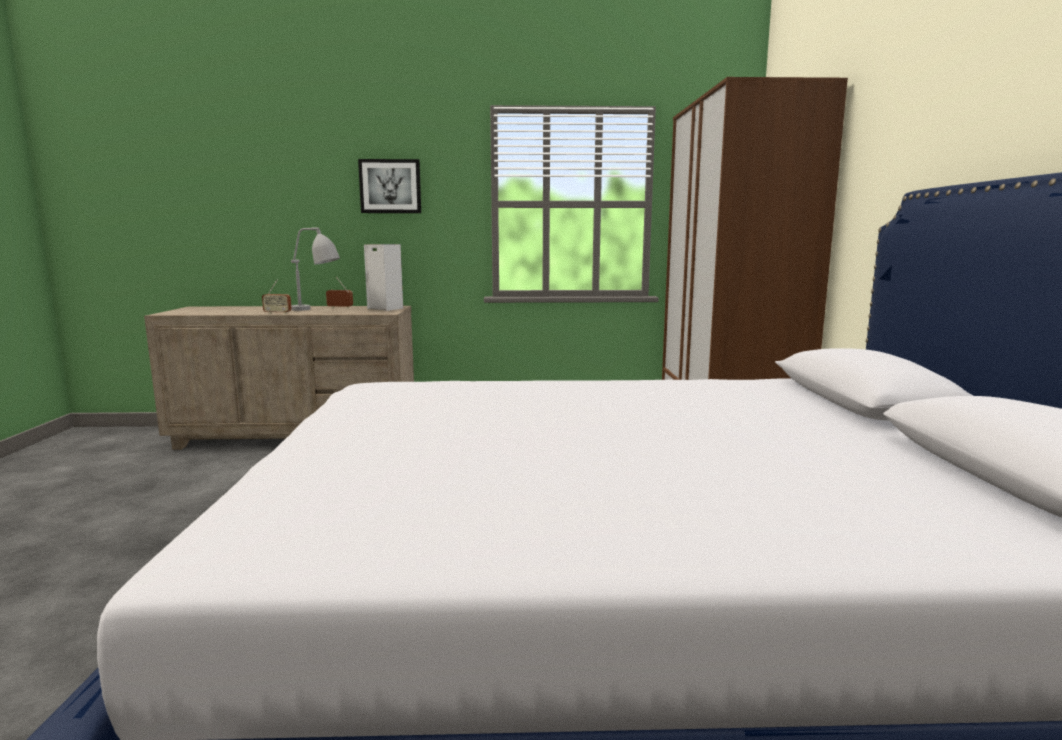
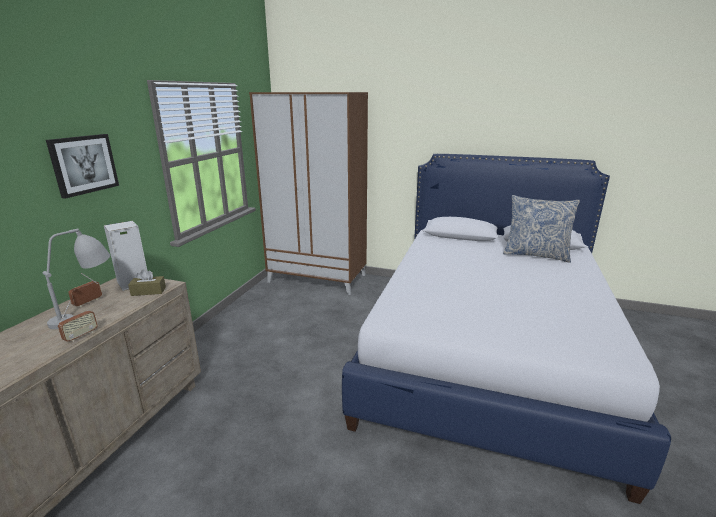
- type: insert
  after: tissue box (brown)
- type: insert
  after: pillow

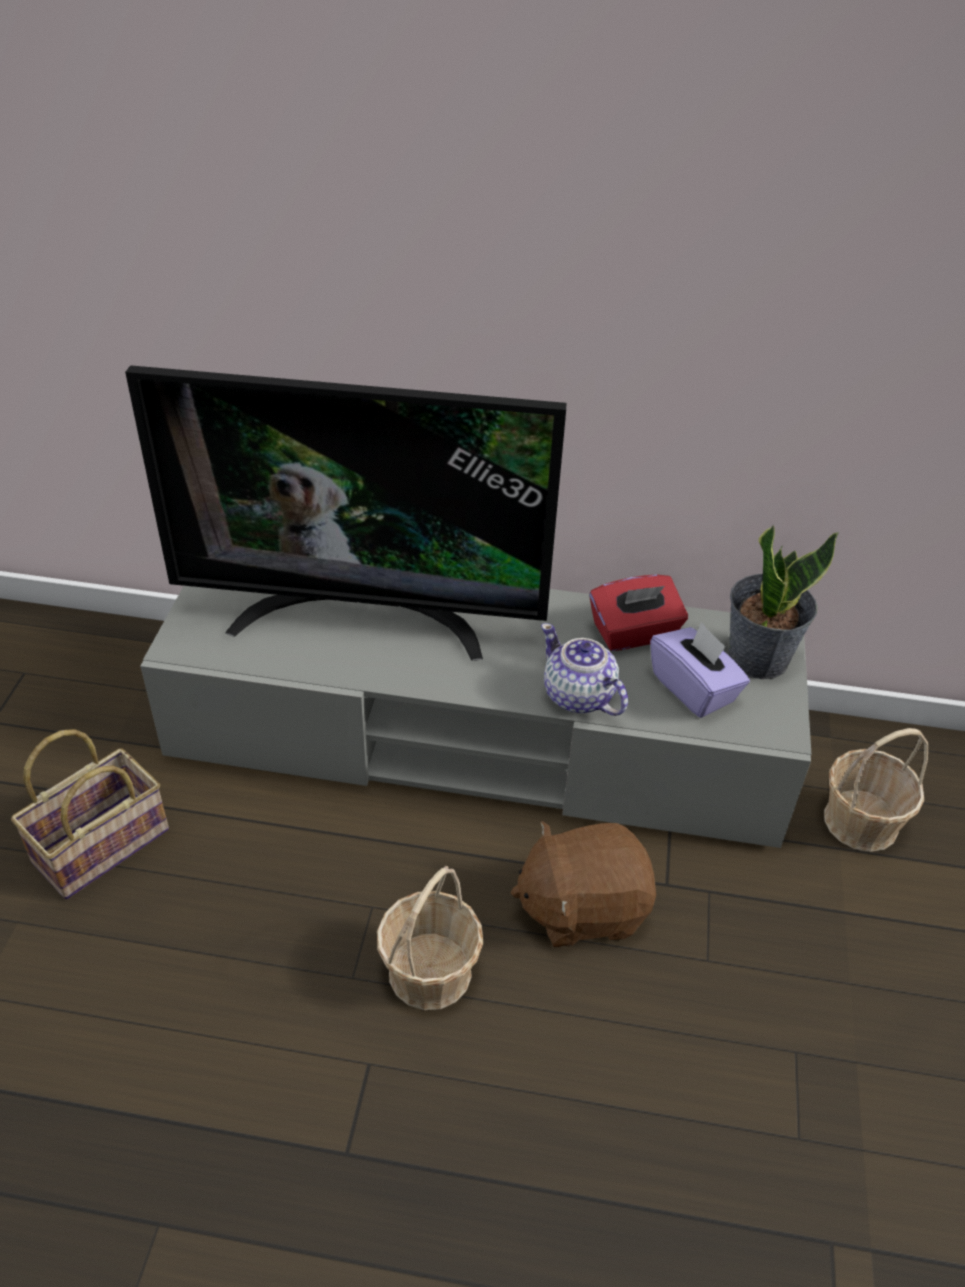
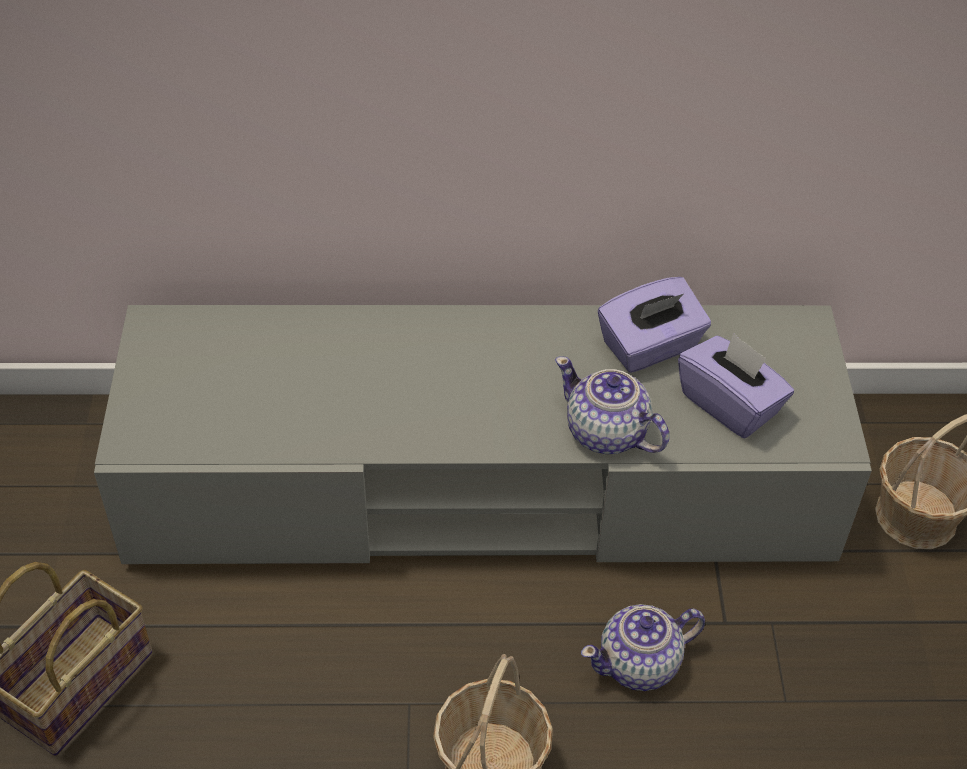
- type: delete
  before: television
- type: replace
  before: plush toy (brown)
  after: teapot (2nd from left)
- type: recolor
  before: tissue box (red)
  after: tissue box (purple) (1st from left)
- type: delete
  before: potted plant

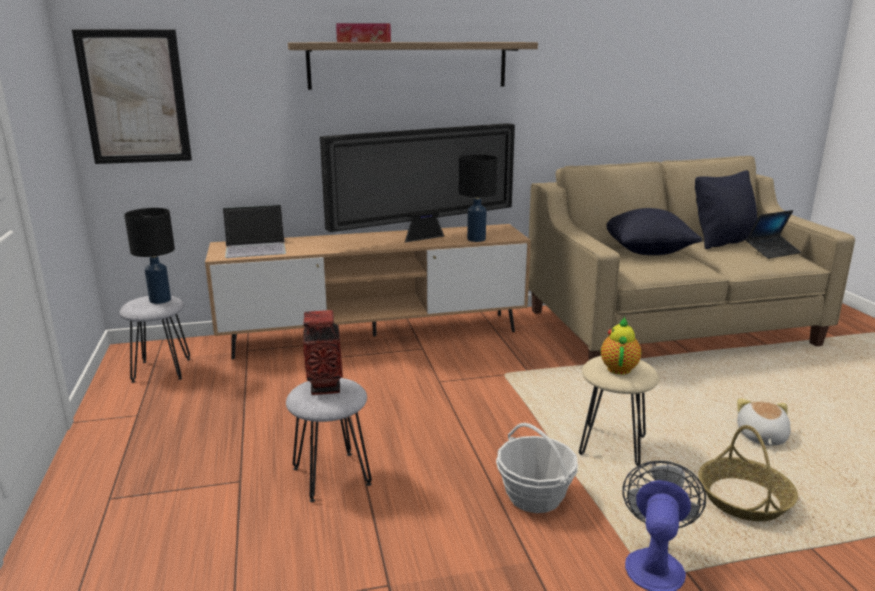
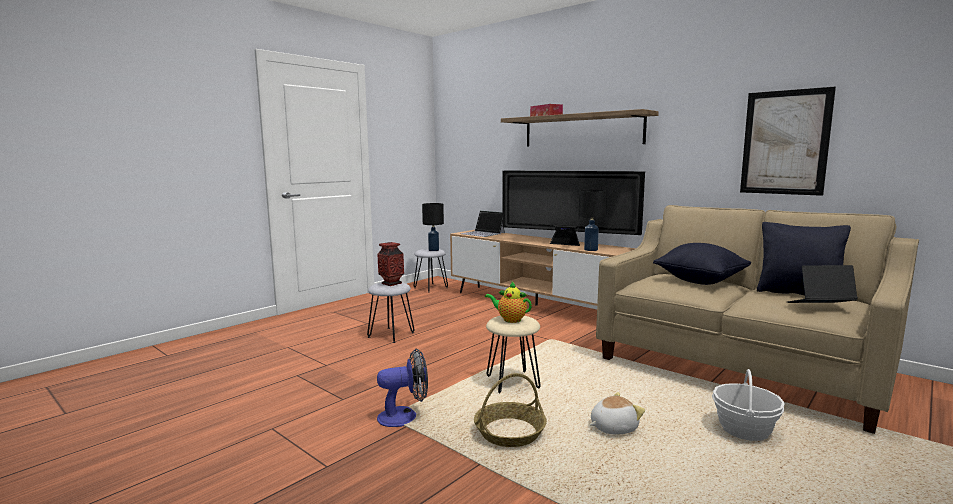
- type: move
  before: picture
- type: move
  before: basket (1st from left in the first image)
  after: basket (2nd from left)
- type: rotate
  before: teapot
  turn: -135
- type: rotate
  before: laptop (2nd from left)
  turn: 150

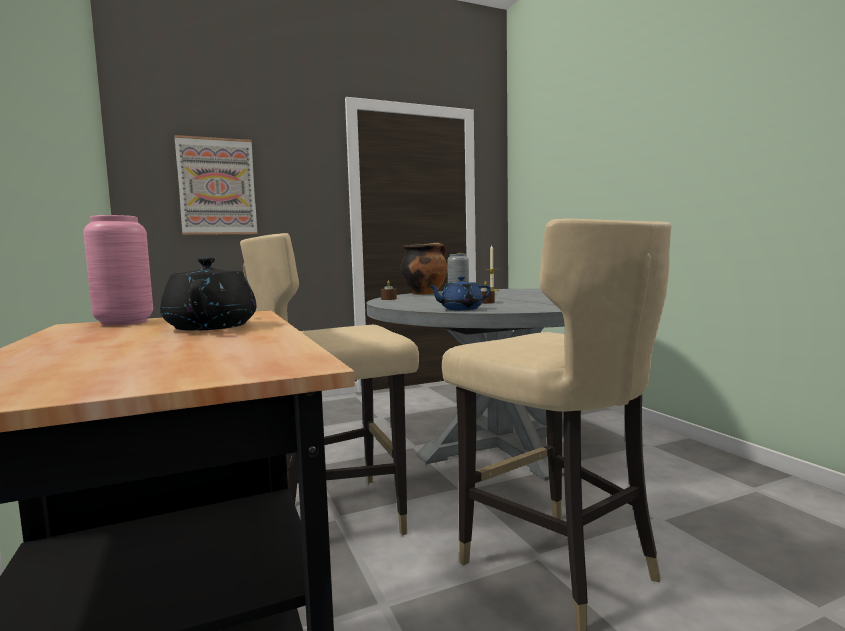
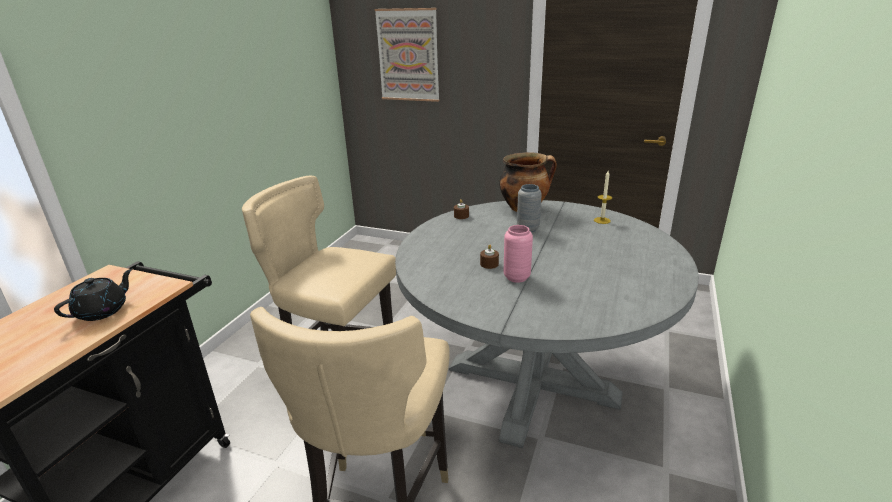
- type: move
  before: vase (pink)
- type: delete
  before: teapot (blue)

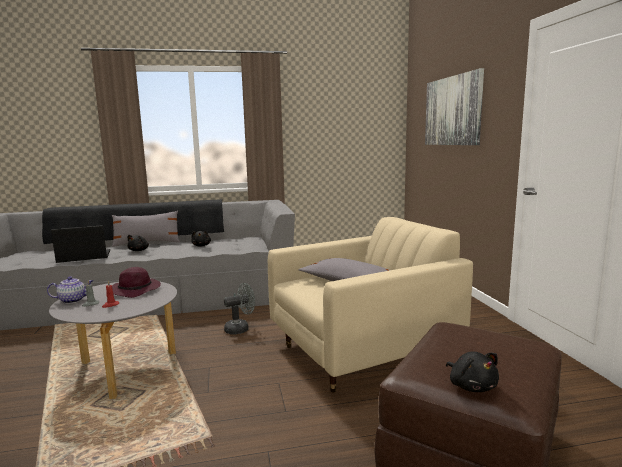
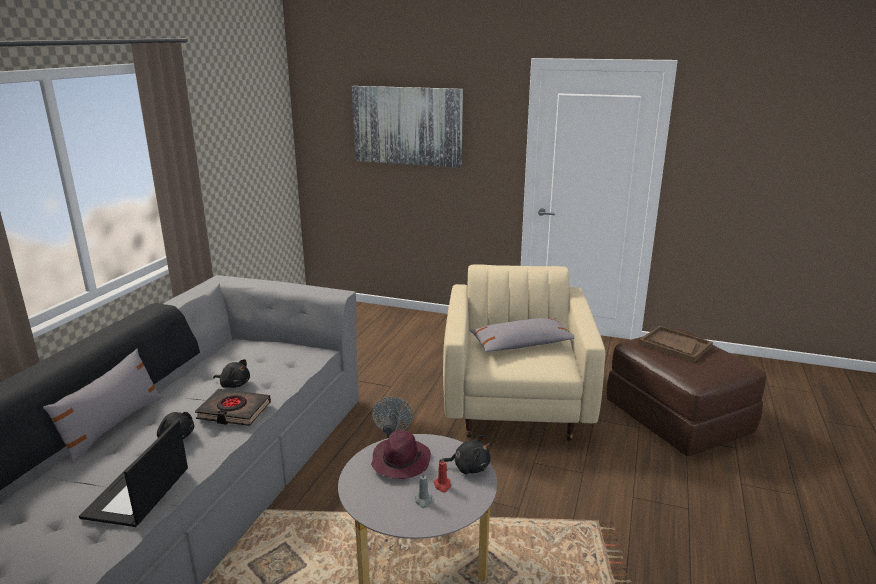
- type: delete
  before: teapot
- type: move
  before: plush toy (black) (3rd from left)
- type: insert
  after: book (black)
- type: insert
  after: tray (brown)

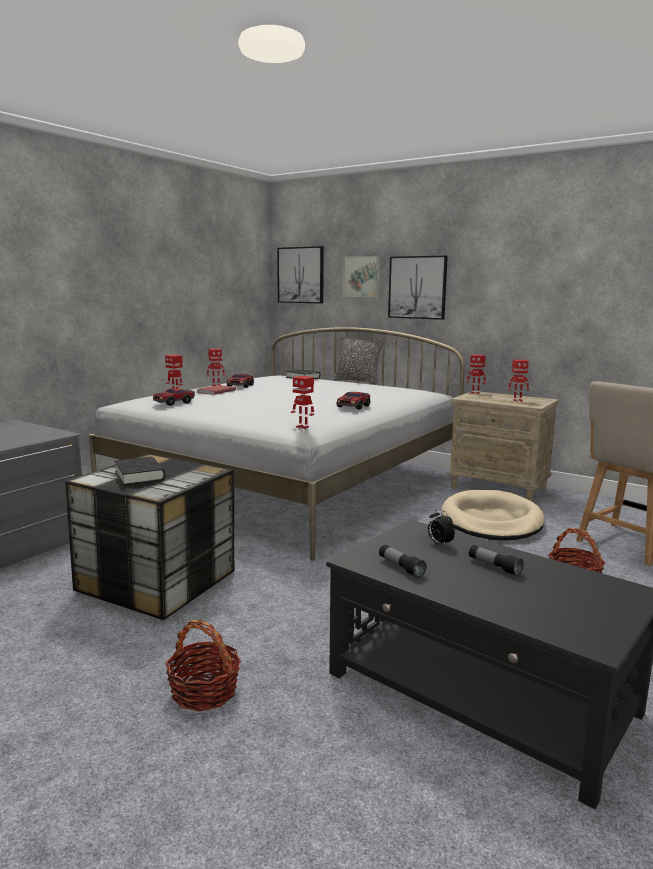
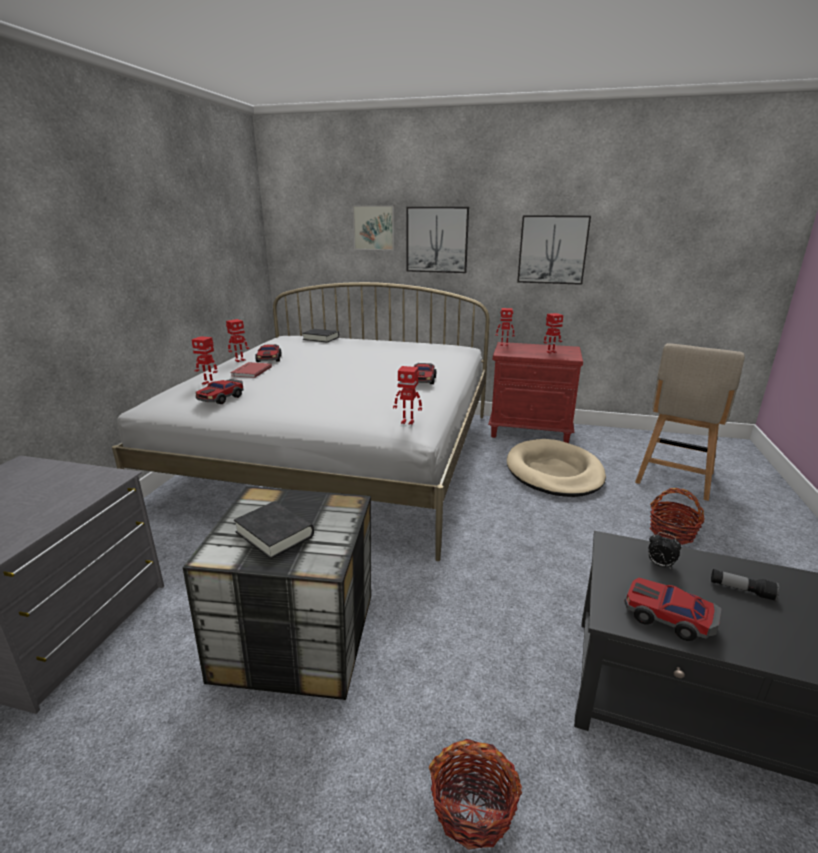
- type: move
  before: picture (1st from left in the first image)
  after: picture (3rd from left)
- type: delete
  before: pillow
- type: replace
  before: flashlight (1st from left)
  after: toy car (4th from left)
- type: recolor
  before: nightstand (beige)
  after: nightstand (red)

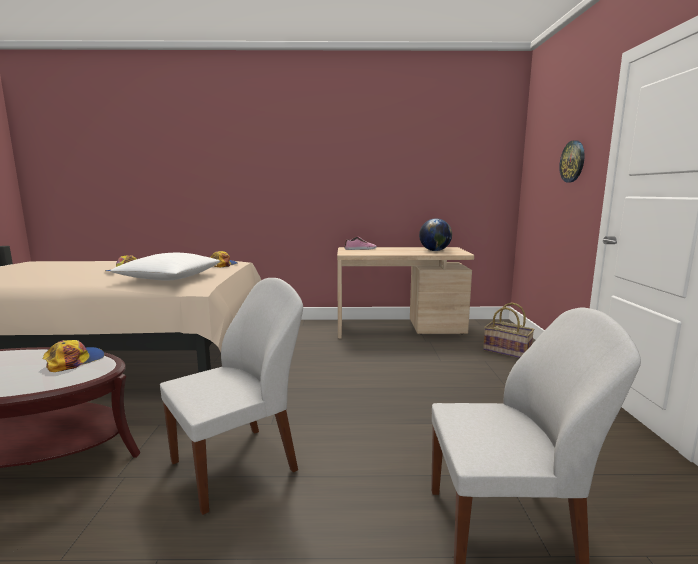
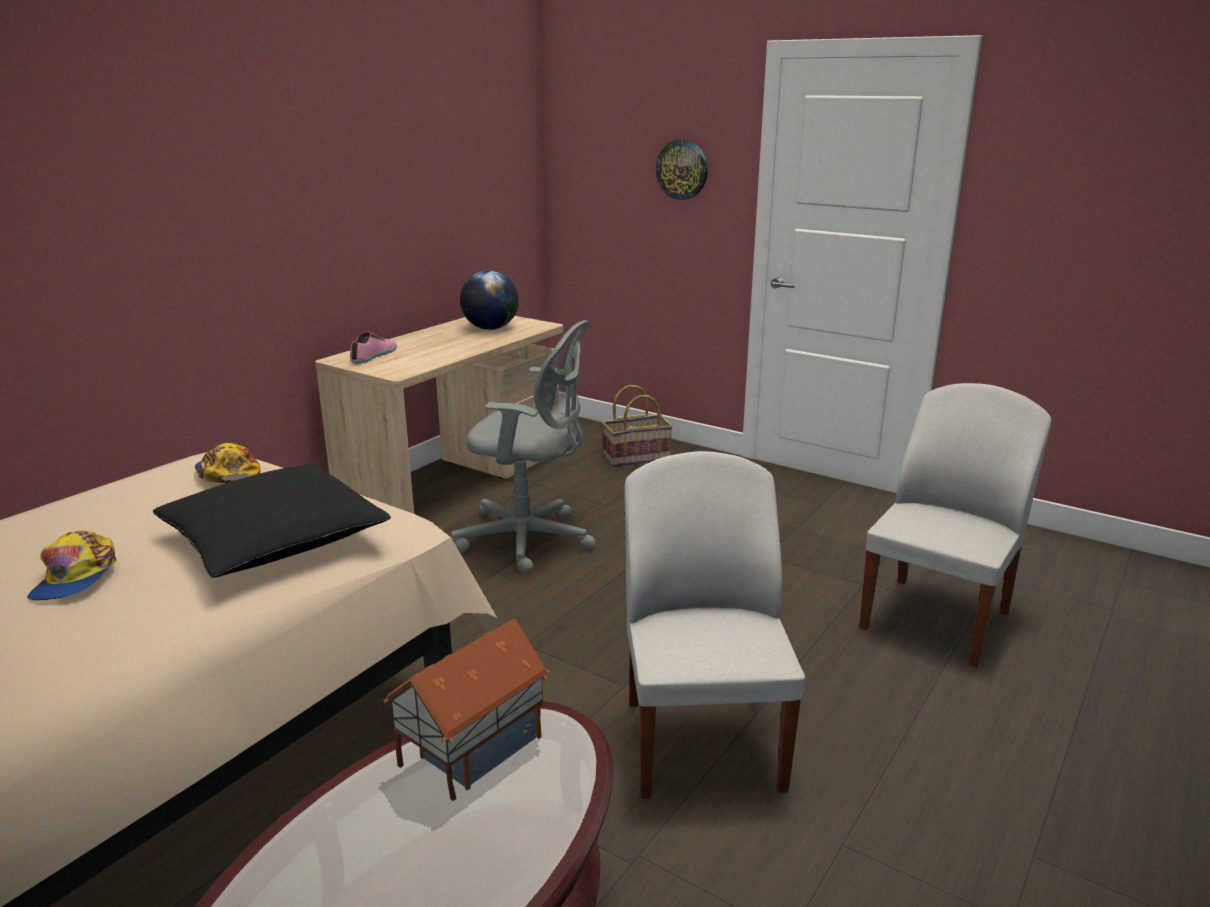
- type: replace
  before: cap (1st from left)
  after: toy house
- type: recolor
  before: pillow (white)
  after: pillow (black)
- type: insert
  after: office chair (grey)

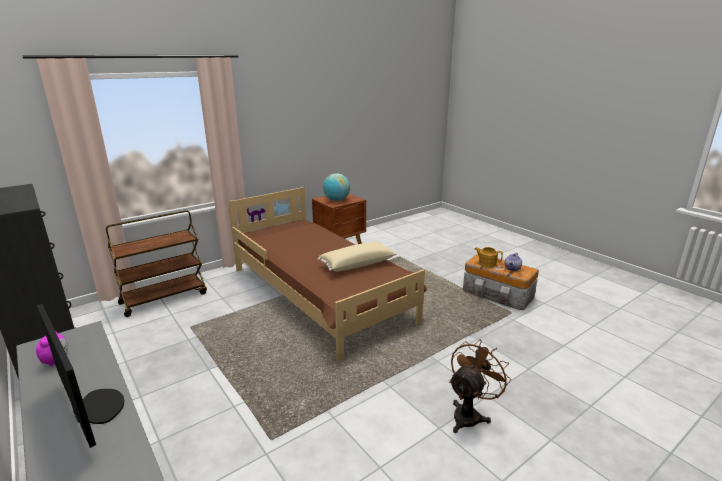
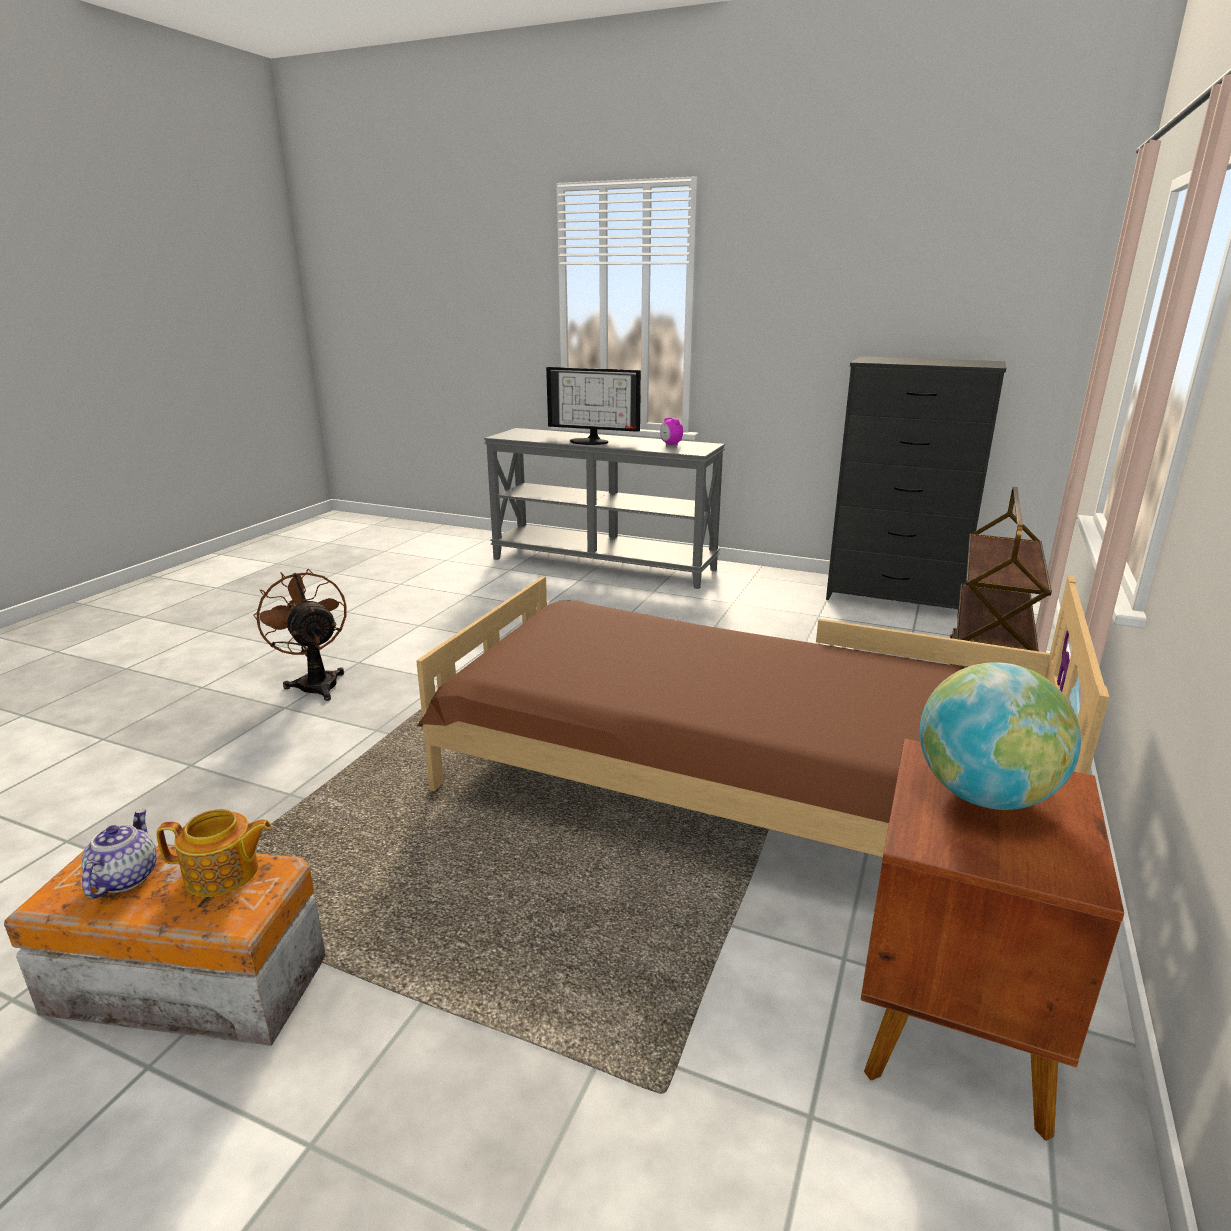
- type: delete
  before: pillow (beige)
- type: rotate
  before: fan (brown)
  turn: 135

